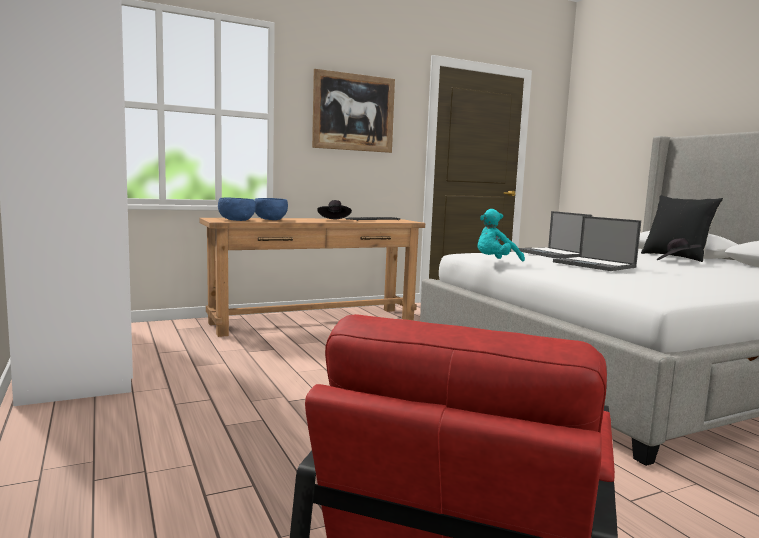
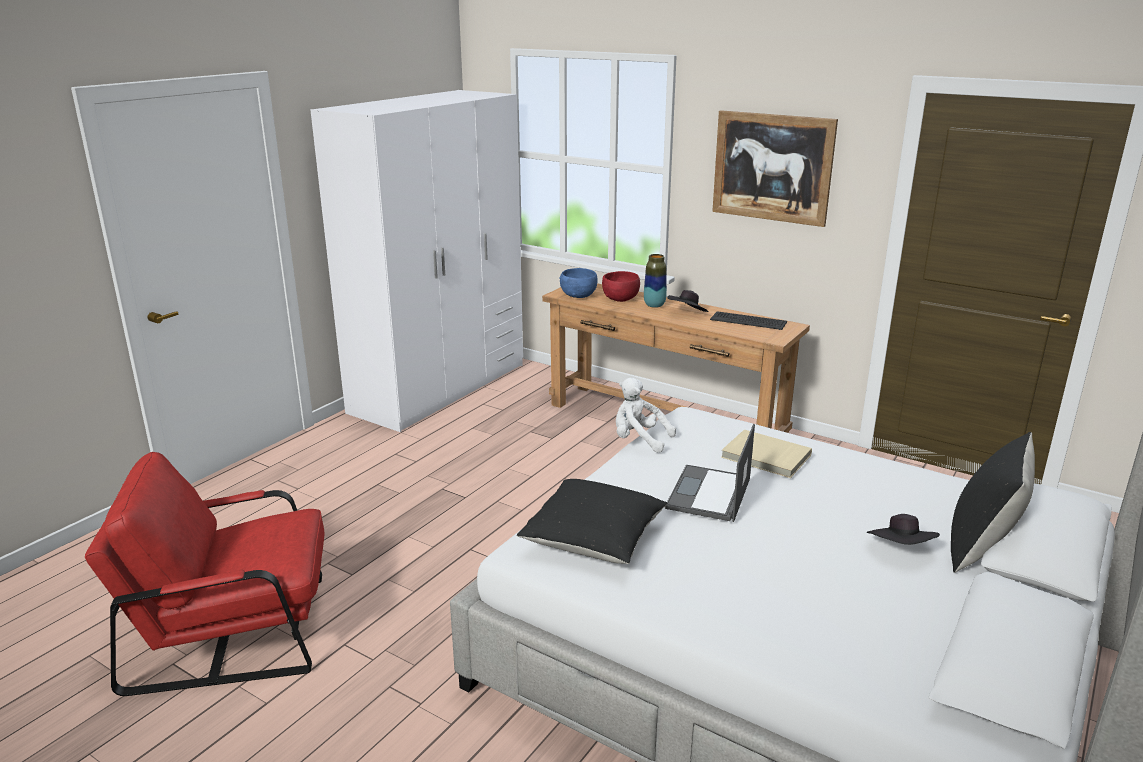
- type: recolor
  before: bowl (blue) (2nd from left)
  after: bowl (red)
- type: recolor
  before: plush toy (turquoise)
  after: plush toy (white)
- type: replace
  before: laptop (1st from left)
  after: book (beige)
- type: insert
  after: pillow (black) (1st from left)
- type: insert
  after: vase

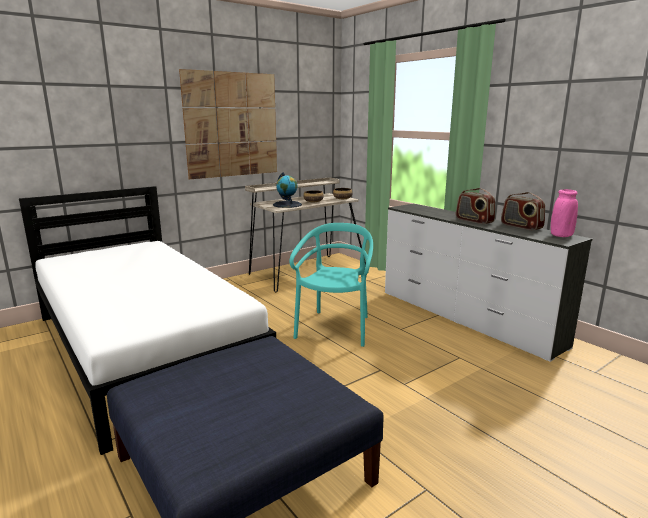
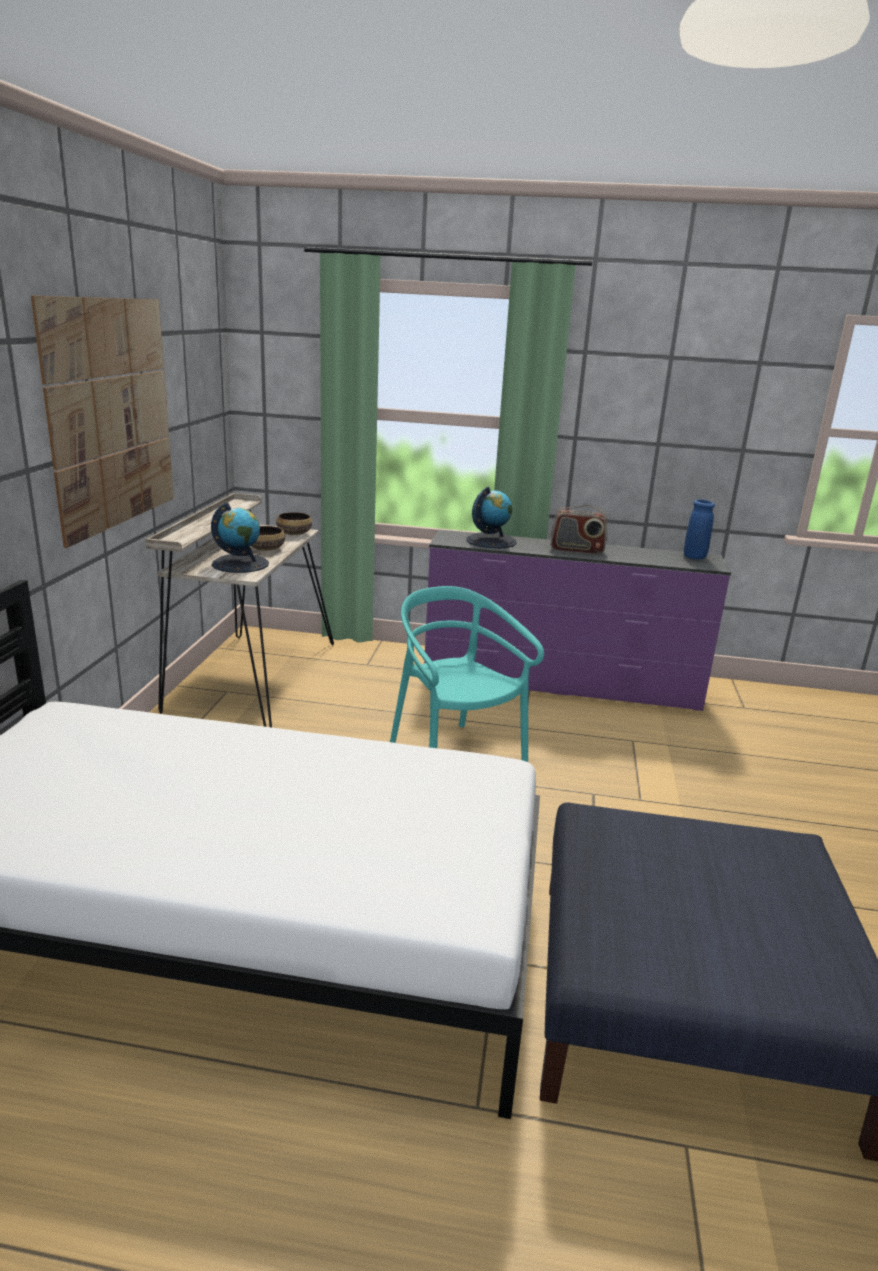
- type: recolor
  before: dresser (white)
  after: dresser (purple)
- type: delete
  before: radio (2nd from left)
- type: recolor
  before: vase (pink)
  after: vase (blue)
- type: insert
  after: globe (2nd from left)

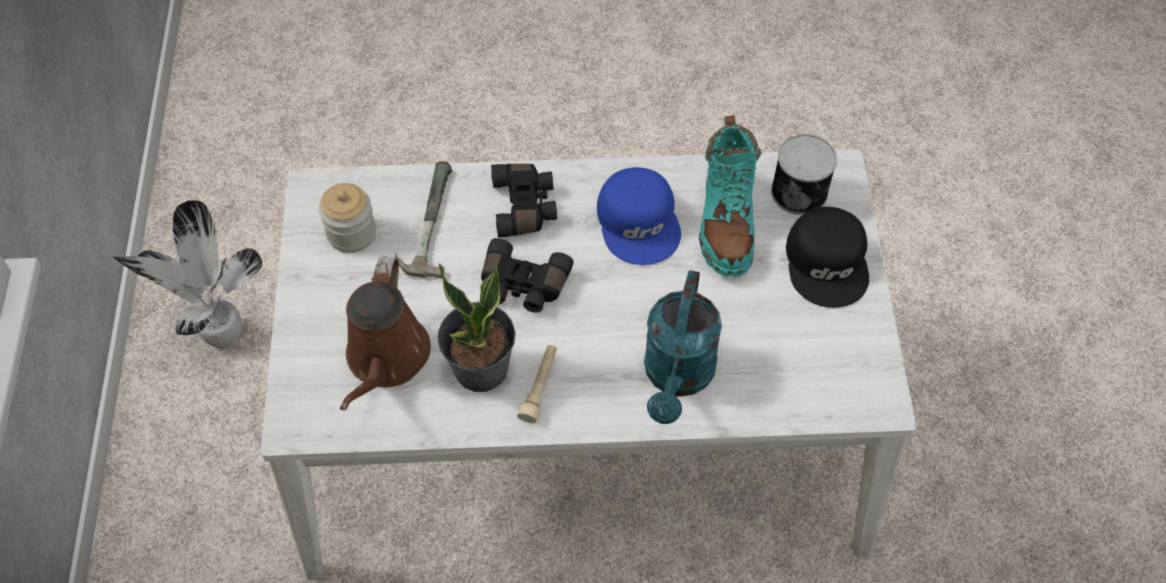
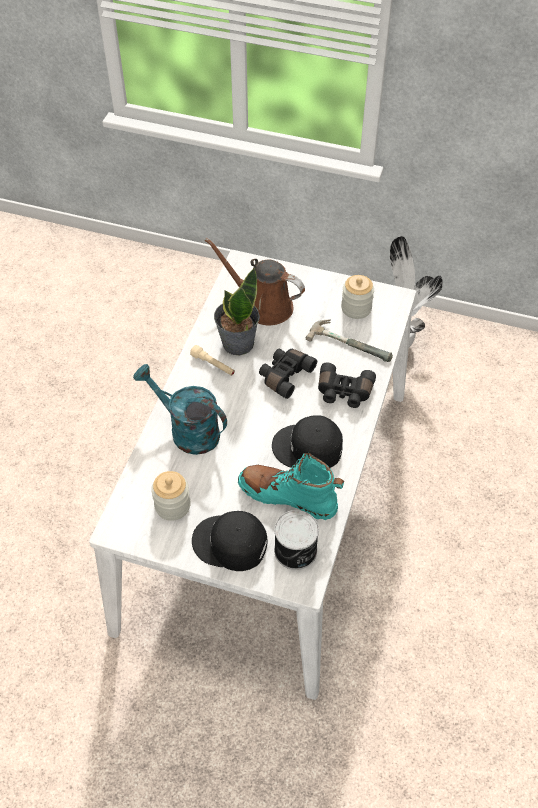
- type: recolor
  before: cap (blue)
  after: cap (black) (2nd from left)
- type: insert
  after: jar (1st from left)

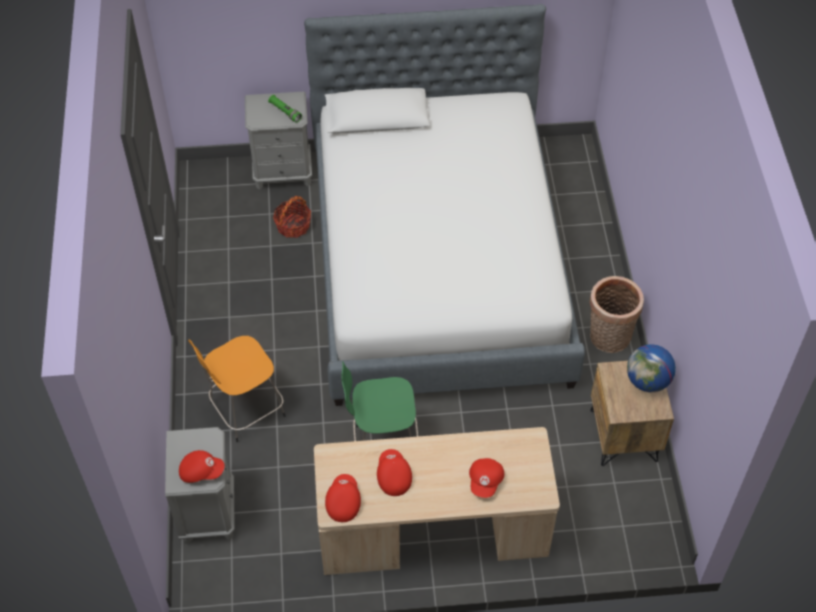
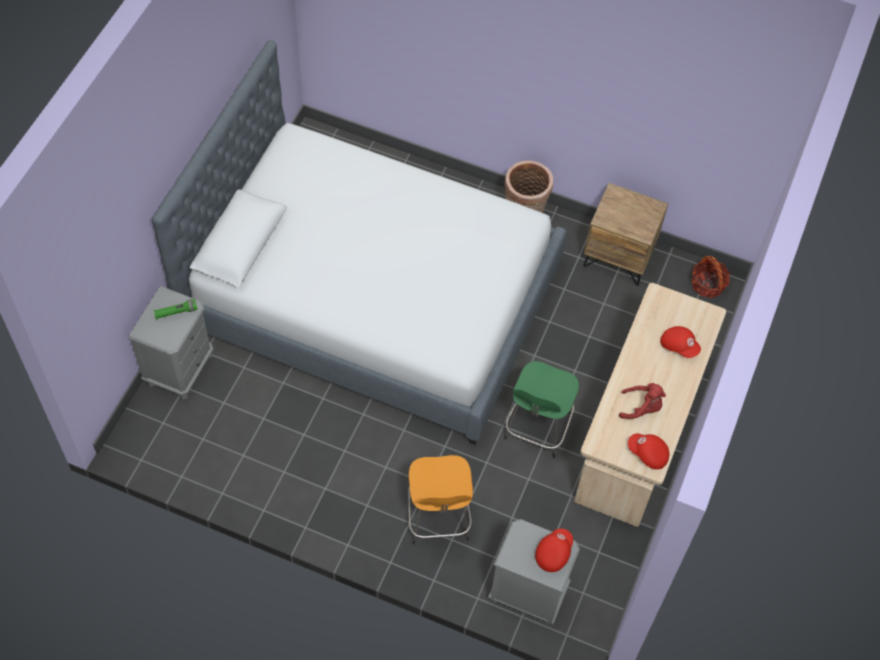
- type: move
  before: basket (1st from left in the first image)
  after: basket (2nd from left)
- type: replace
  before: cap (red) (3rd from left)
  after: plush toy (red)
- type: delete
  before: globe

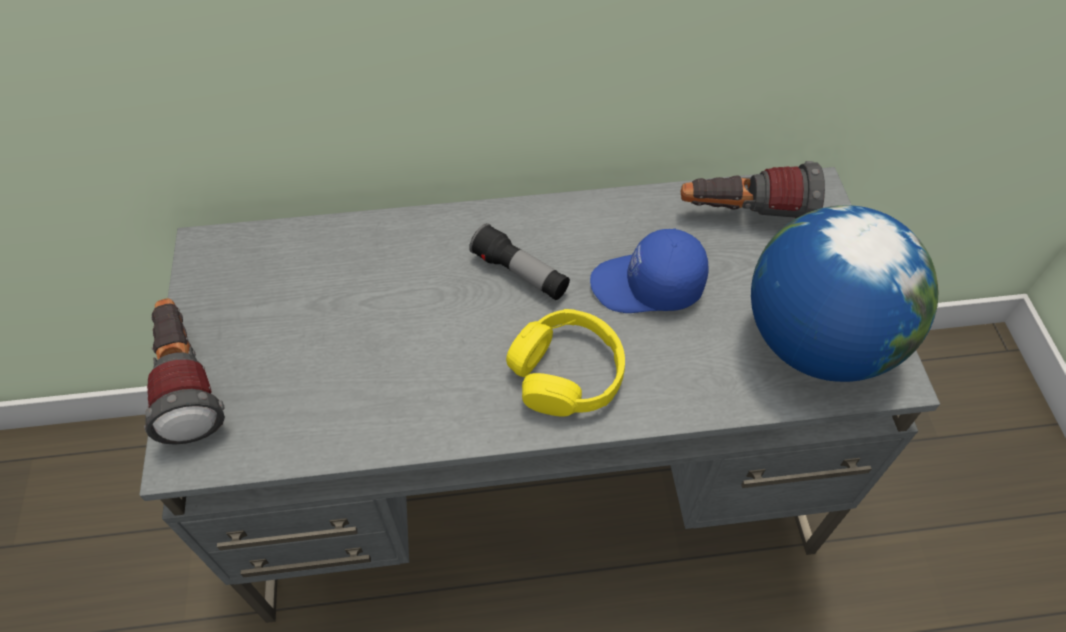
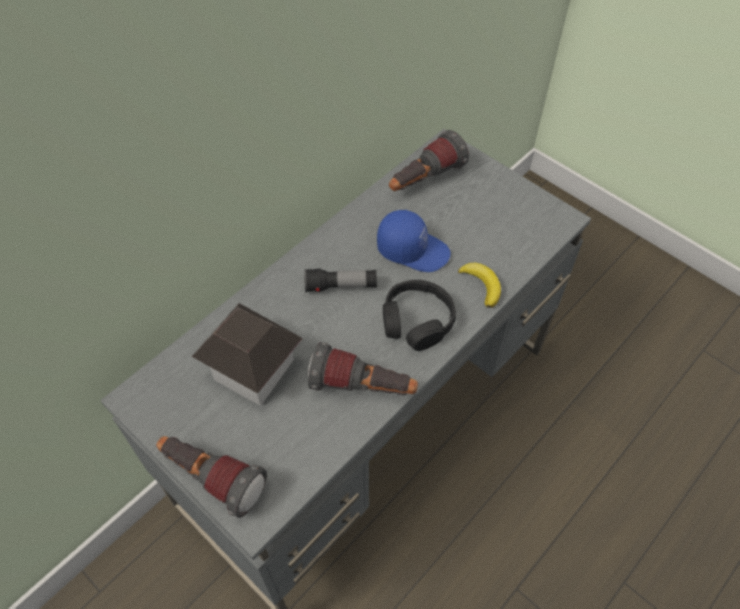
- type: recolor
  before: headphones (yellow)
  after: headphones (black)
- type: rotate
  before: cap (blue)
  turn: -120
- type: delete
  before: globe
- type: insert
  after: toy house
- type: insert
  after: flashlight (3rd from left)
- type: insert
  after: banana

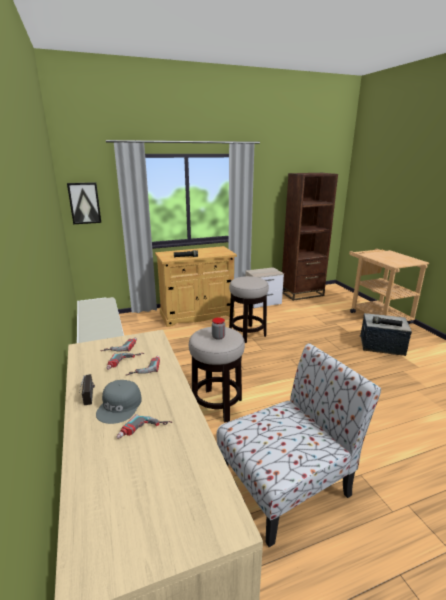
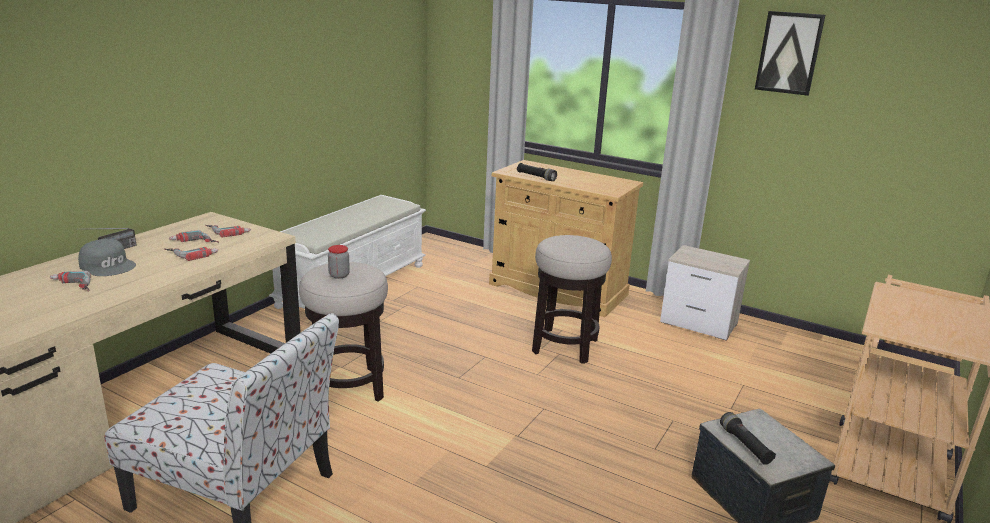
- type: move
  before: picture
- type: rotate
  before: cap (grey)
  turn: -120
- type: delete
  before: bookcase (brown)

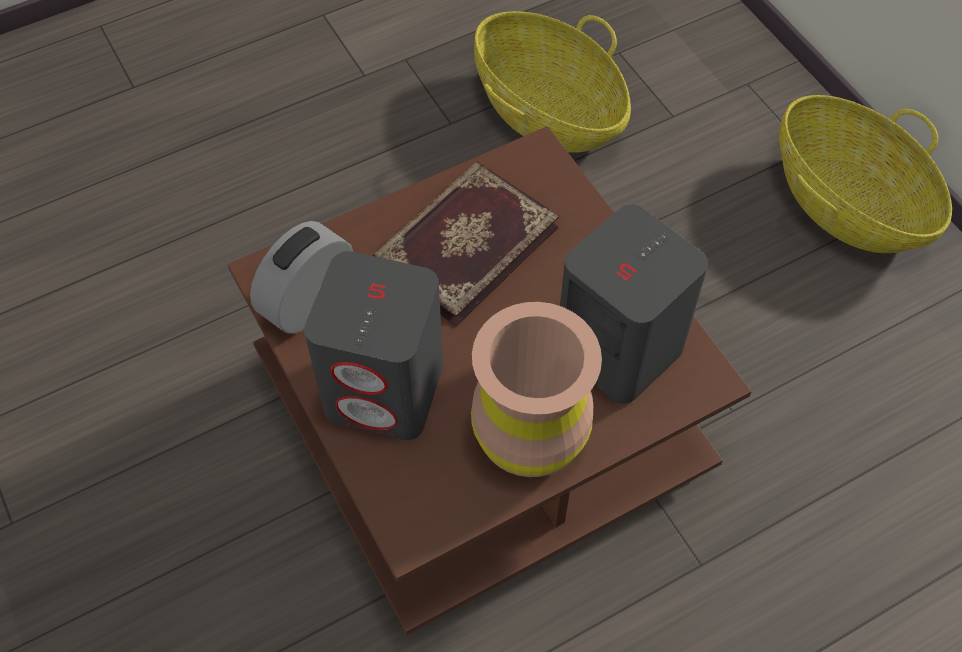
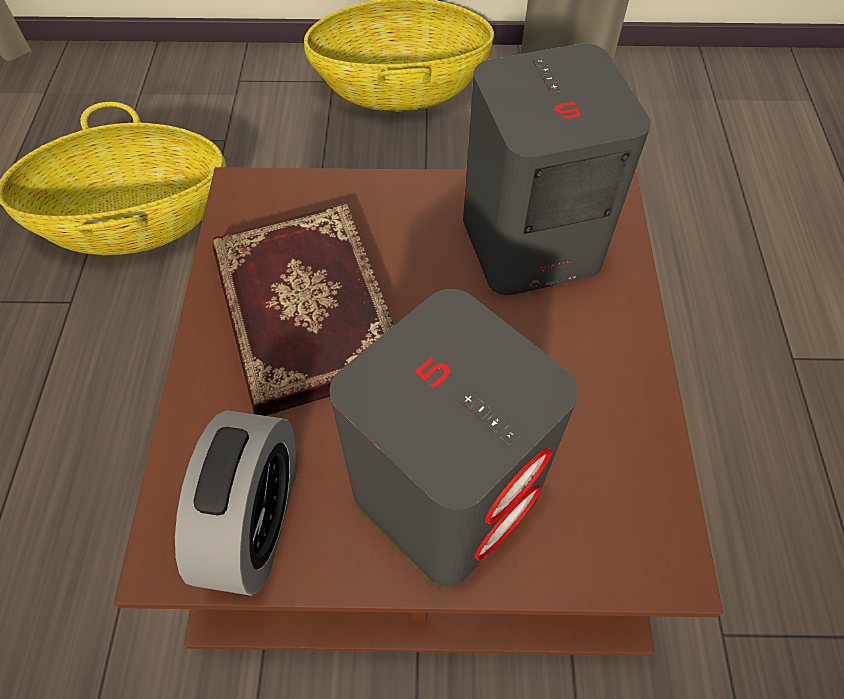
- type: rotate
  before: alarm clock
  turn: -150
- type: delete
  before: vase (brown)

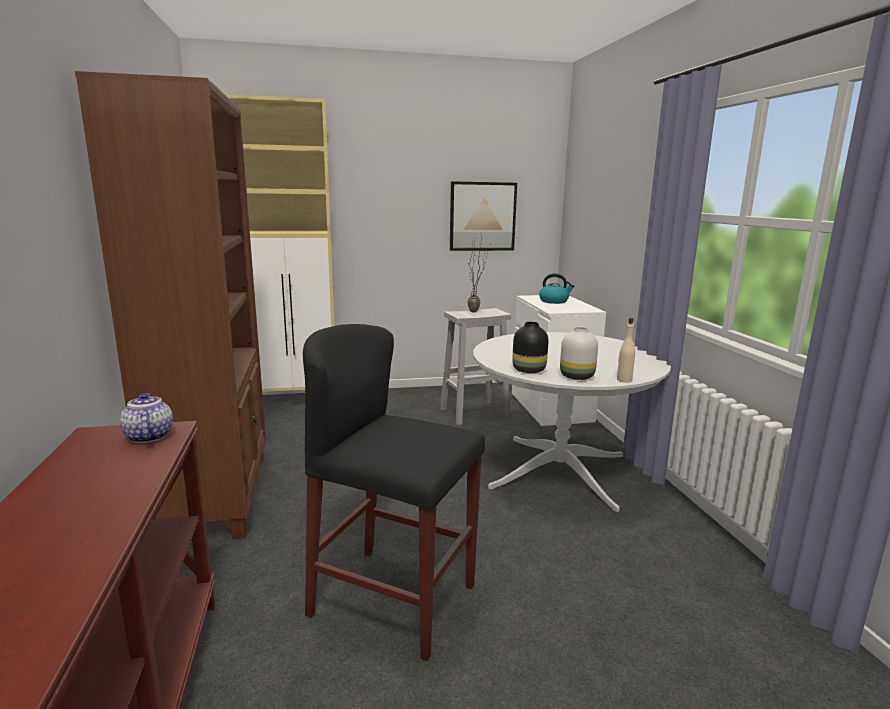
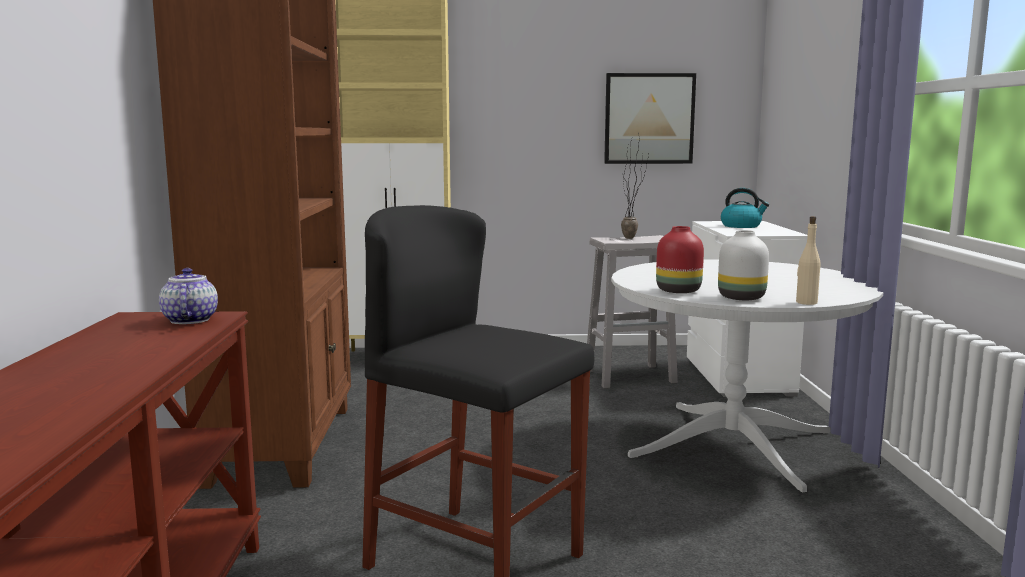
- type: recolor
  before: vase (black)
  after: vase (red)

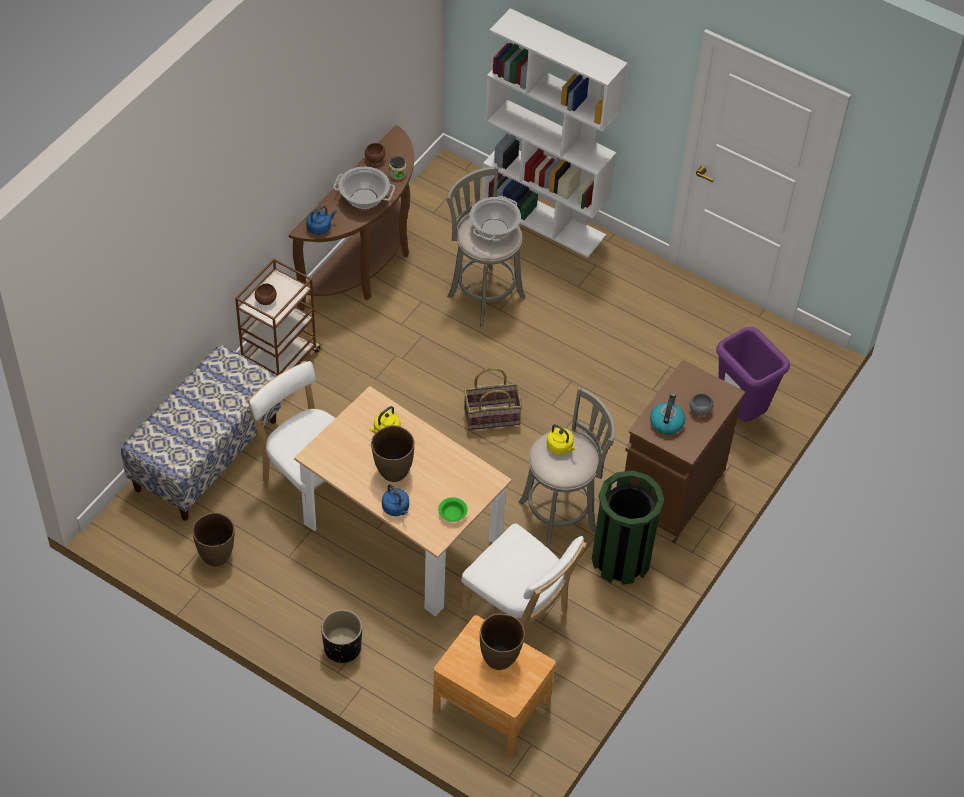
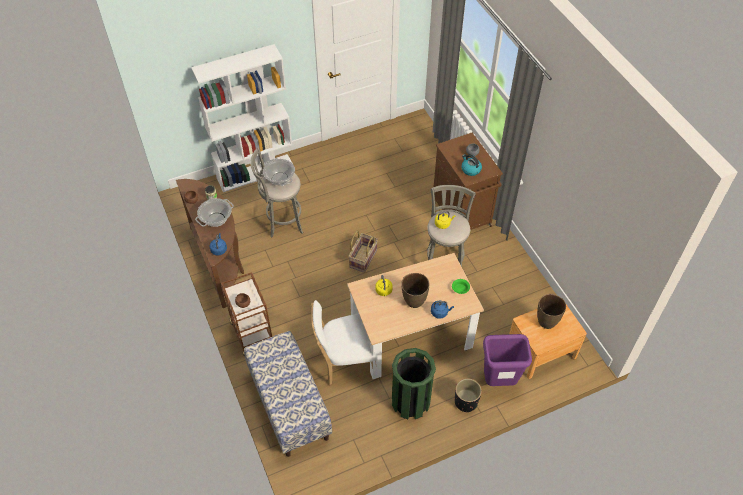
- type: delete
  before: vase (brown) (1st from left)
- type: delete
  before: chair (white) (2nd from left)
- type: move
  before: trash can (green)
- type: move
  before: trash can (purple)

